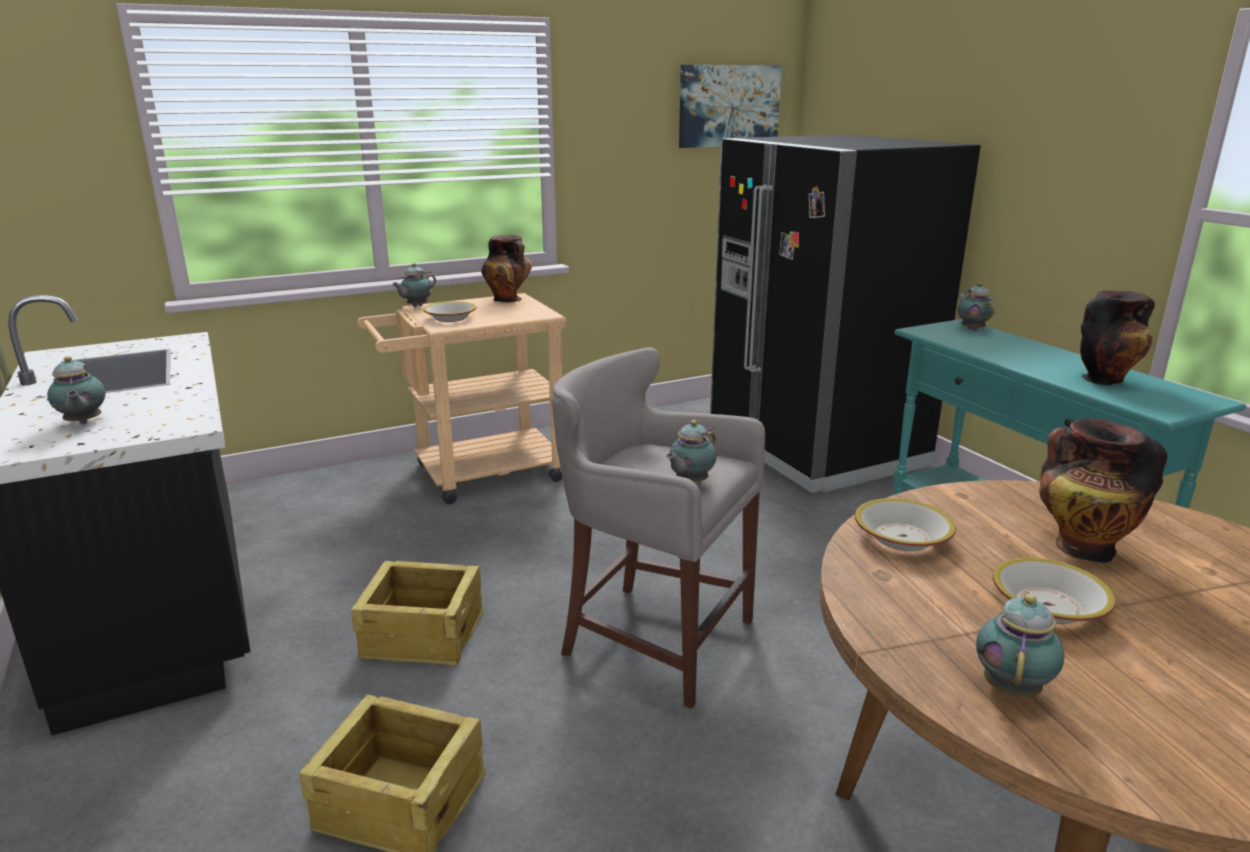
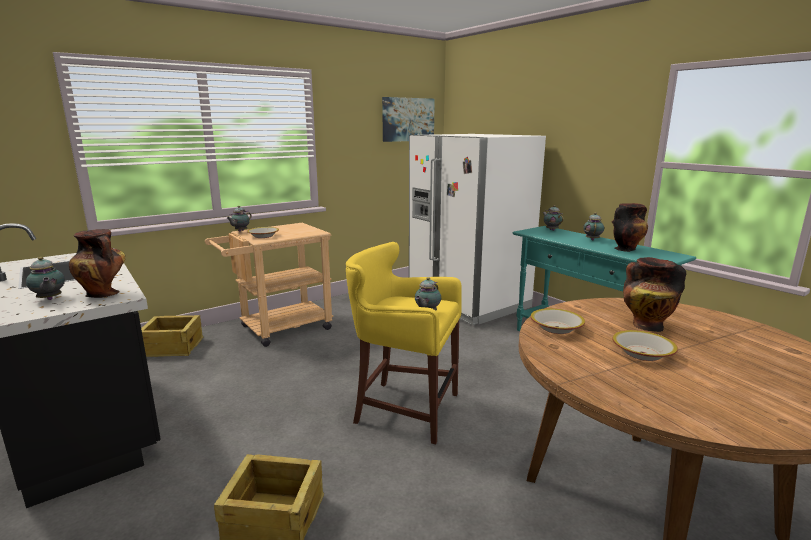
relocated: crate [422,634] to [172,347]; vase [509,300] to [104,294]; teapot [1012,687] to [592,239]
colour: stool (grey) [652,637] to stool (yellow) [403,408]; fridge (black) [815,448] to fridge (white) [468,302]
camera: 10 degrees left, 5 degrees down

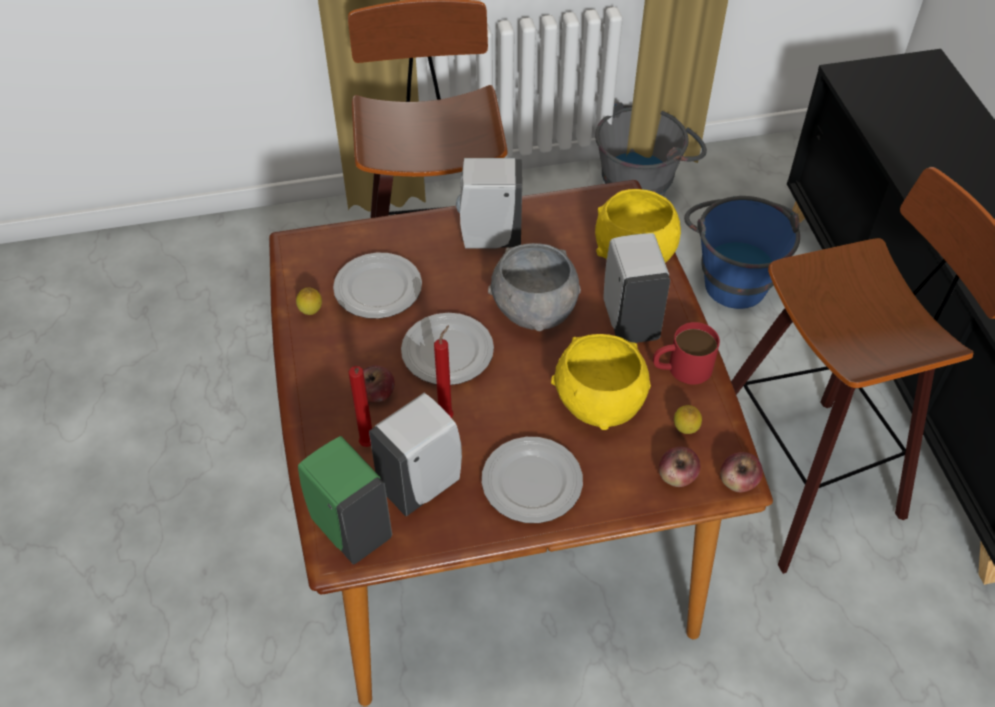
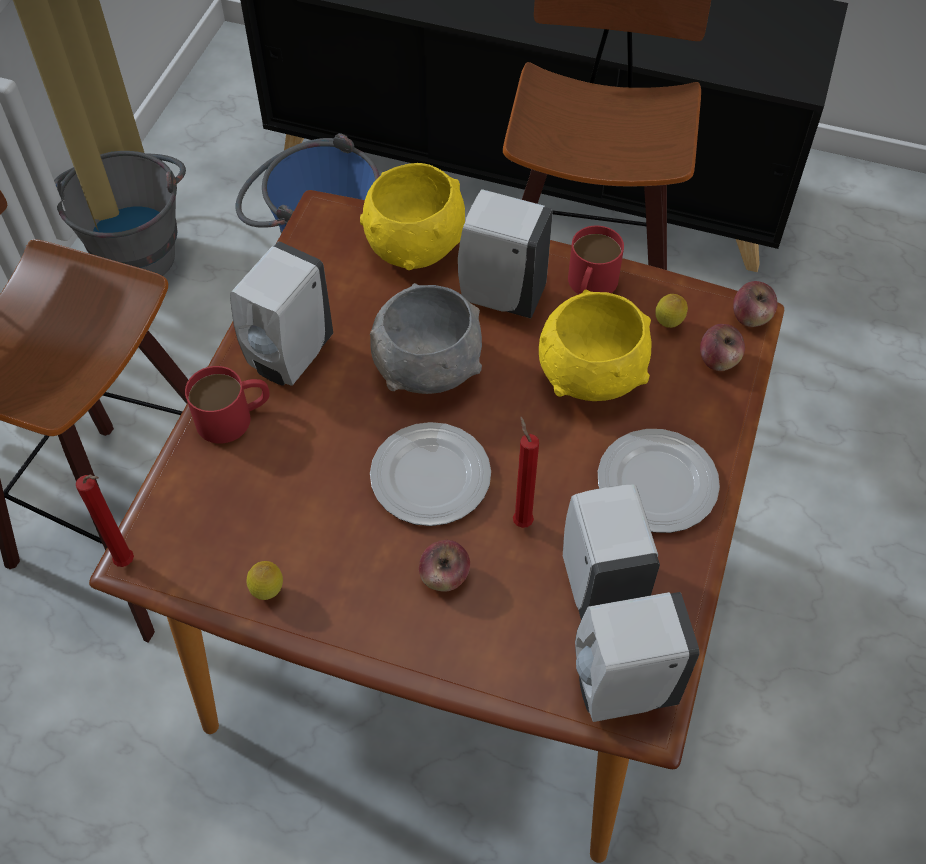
missing: plate [378,289]
appeared: mug (red) [234,417]
relocated: candle (red) [367,446] to [128,563]
colour: soap dispenser (green) [349,528] to soap dispenser (white) [619,688]
camera: 60 degrees left, 5 degrees up

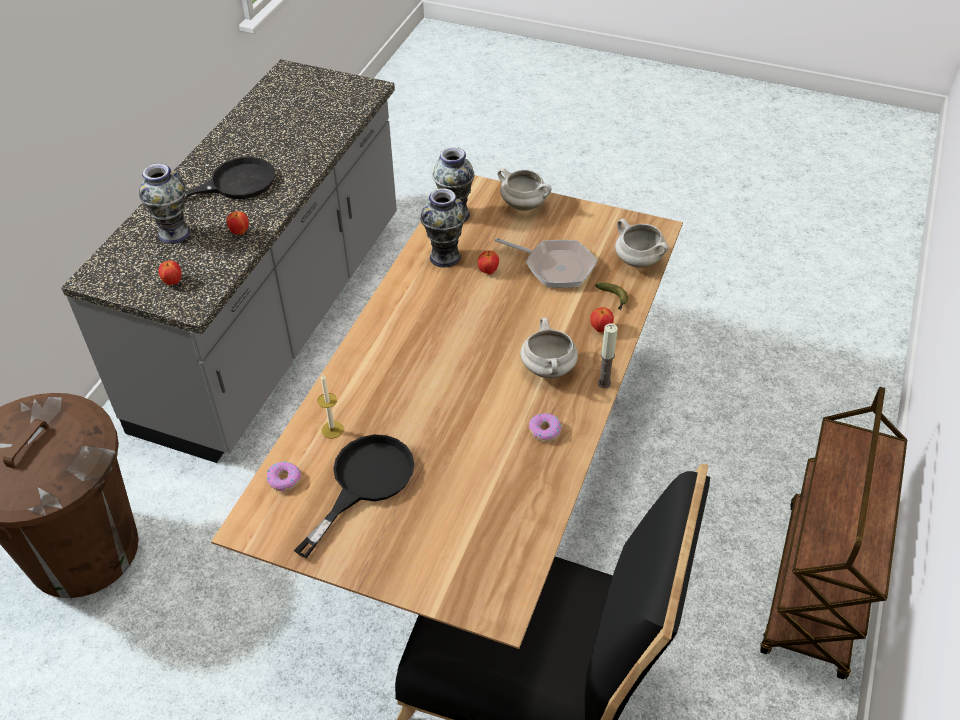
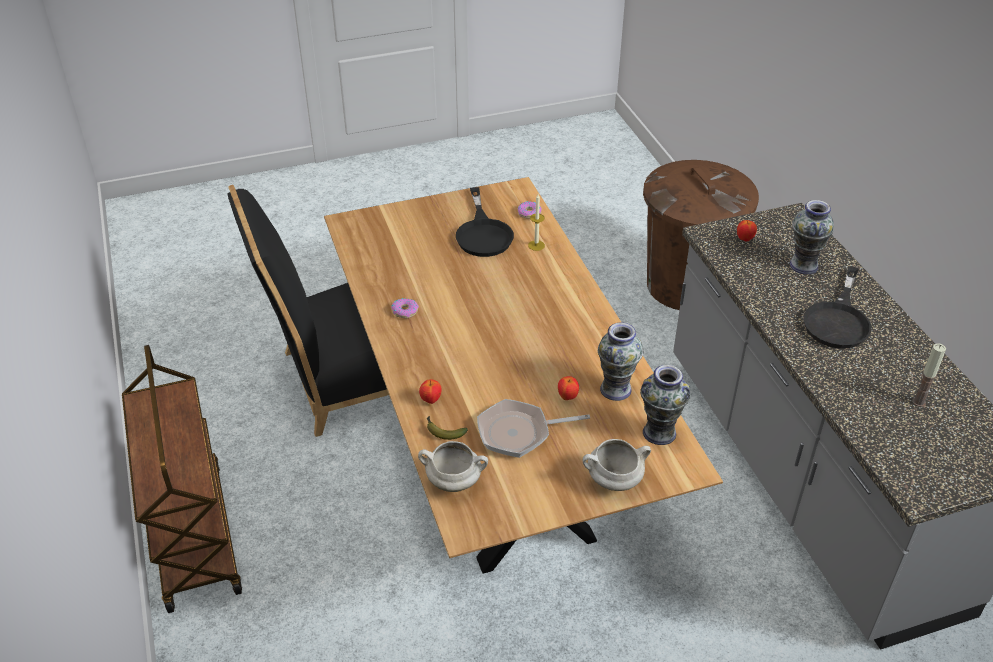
missing: apple [240,232]; cooking pot (white) [549,369]
relocated: candle [604,383] to [918,402]
camera: 140 degrees right, 5 degrees down

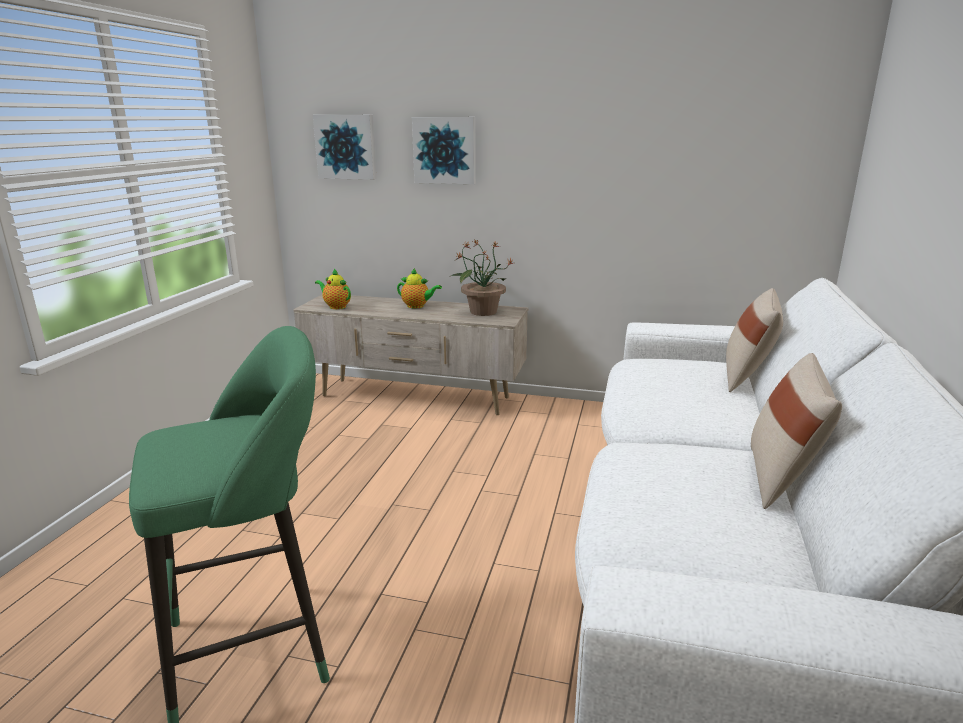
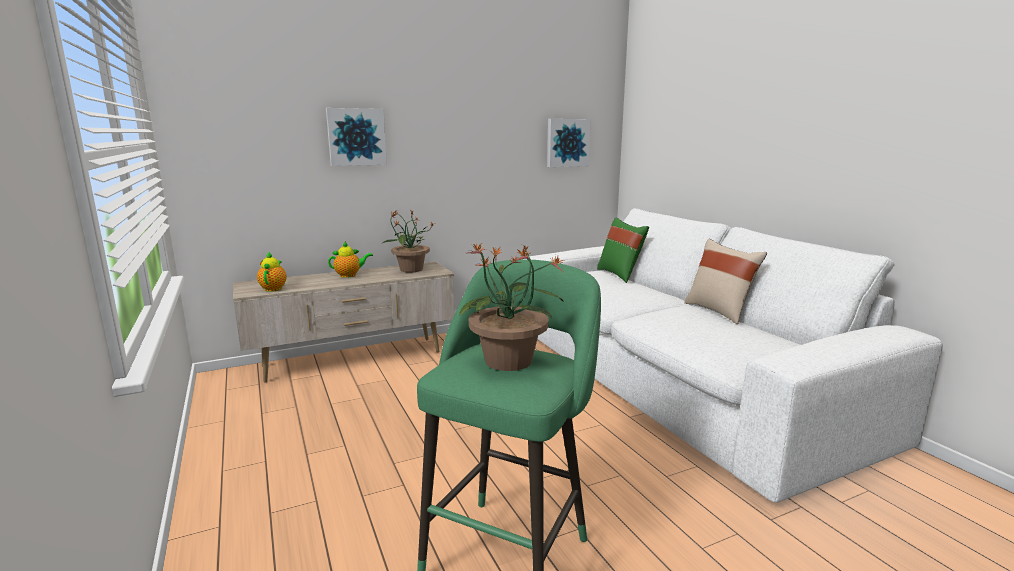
appeared: potted plant [509,362]
relocated: picture [346,147] to [567,143]
colour: pillow (beige) [747,378] to pillow (green) [620,275]
spun: teapot [336,306] = [274,288] 90 degrees clockwise
camera: 40 degrees left, 5 degrees down

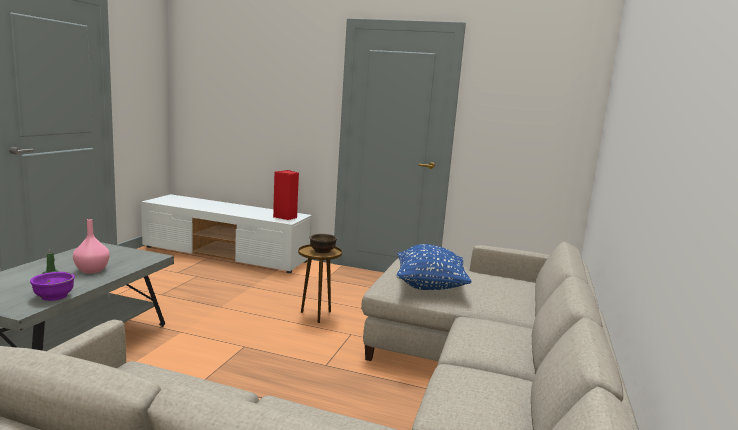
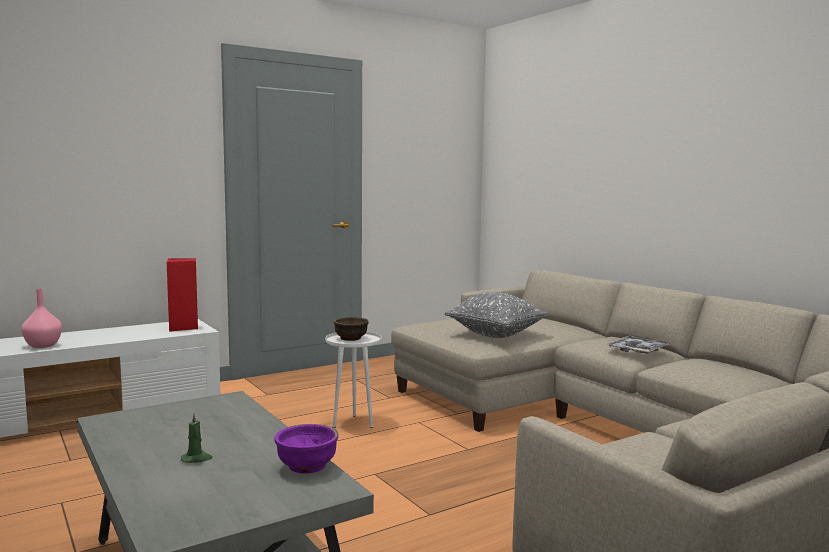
appeared: tray [638,351]
relocated: vase (pink) [91,270] to [43,346]
colour: side table (brown) [316,315] to side table (white) [353,423]; pillow (blue) [429,286] to pillow (grey) [496,334]
camera: 50 degrees left, 5 degrees down

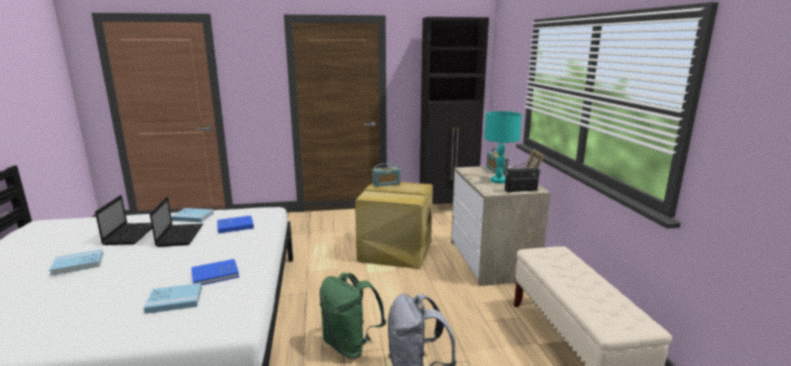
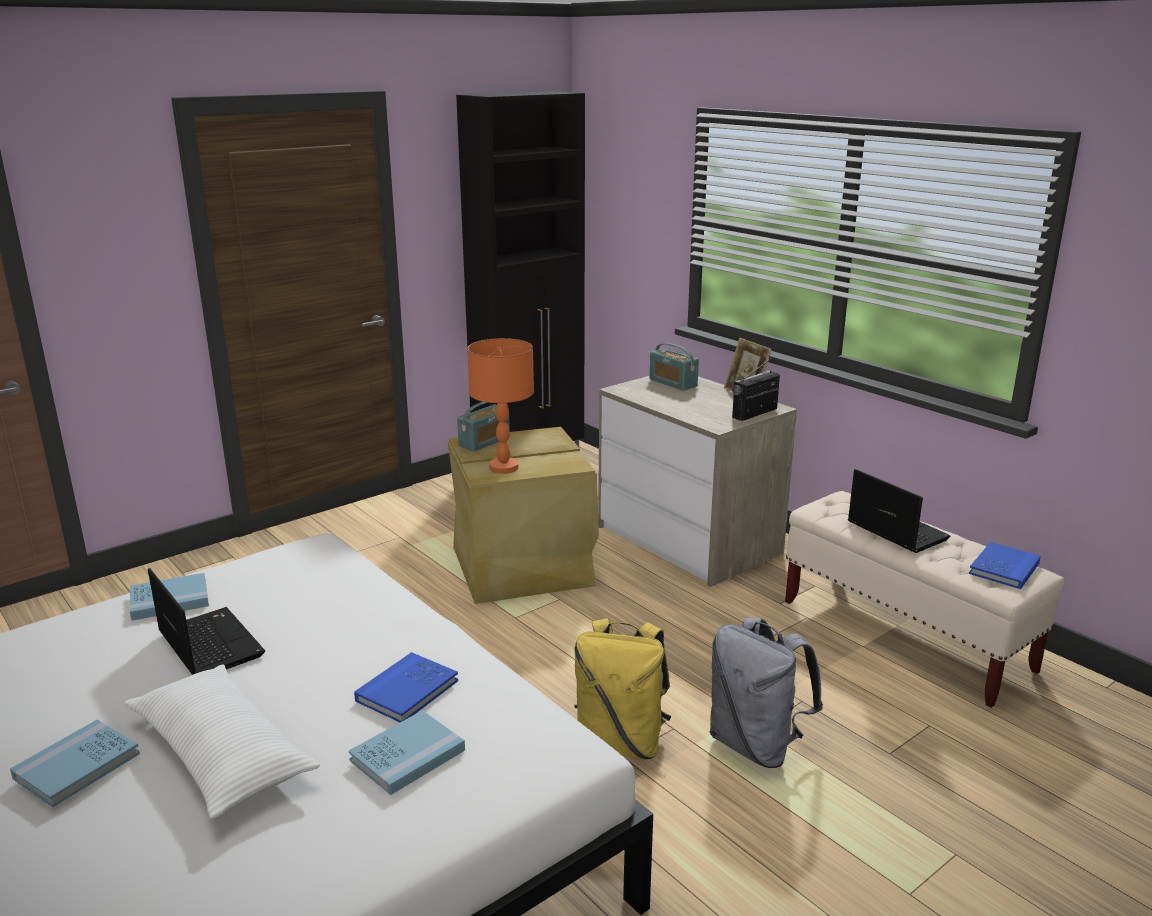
missing: table lamp (turquoise) [498,181]
appeared: pillow (white) [221,754]; table lamp (orange) [503,467]
relocated: laptop [131,234] to [895,530]; book (blue) [235,226] to [1004,568]
colour: backpack (green) [350,346] to backpack (yellow) [621,742]
camera: 30 degrees left, 5 degrees up

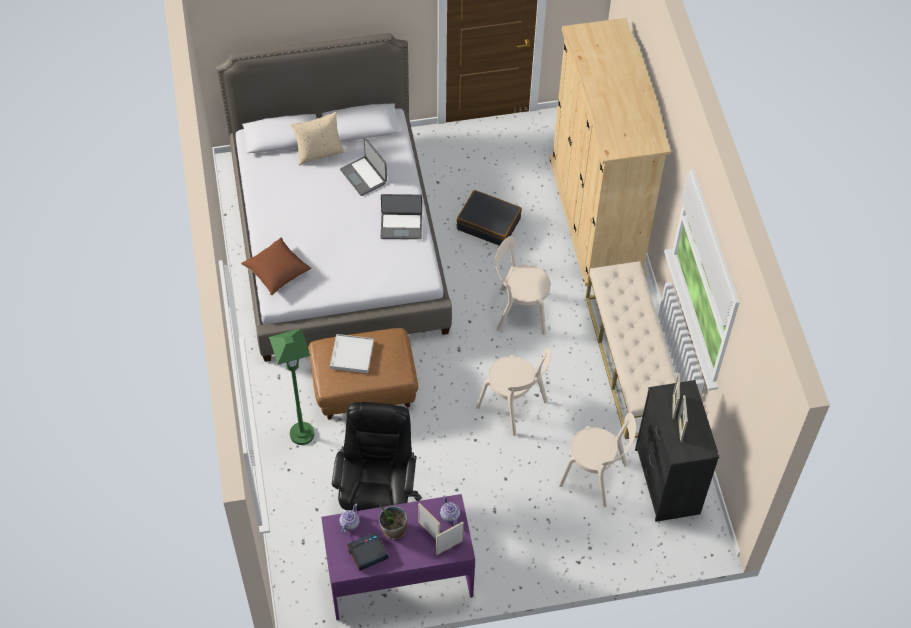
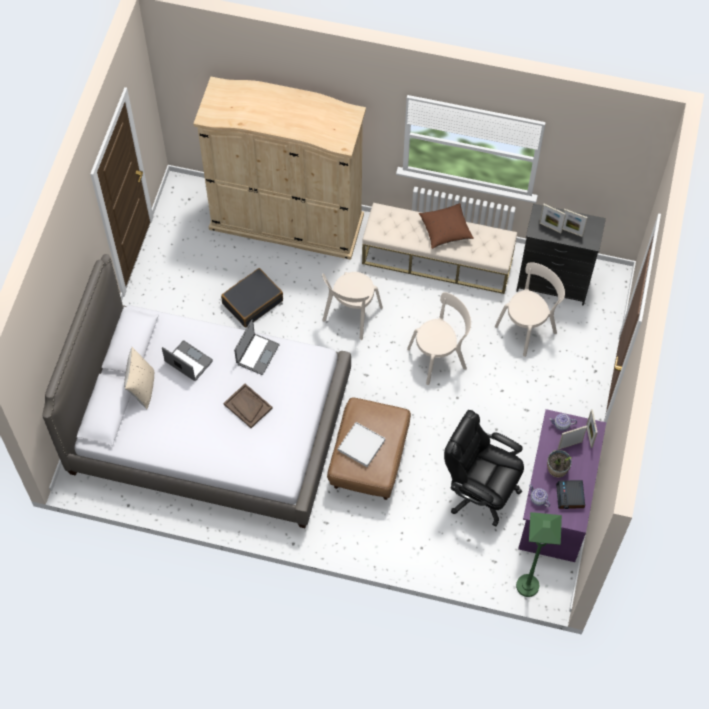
appeared: tray (brown) [247,406]
relocated: pillow (brown) [277,272] to [445,231]; floor lamp (green) [302,434] to [527,586]
spun: laptop [364,176] = [188,362] 135 degrees counterclockwise
camera: 65 degrees left, 5 degrees up

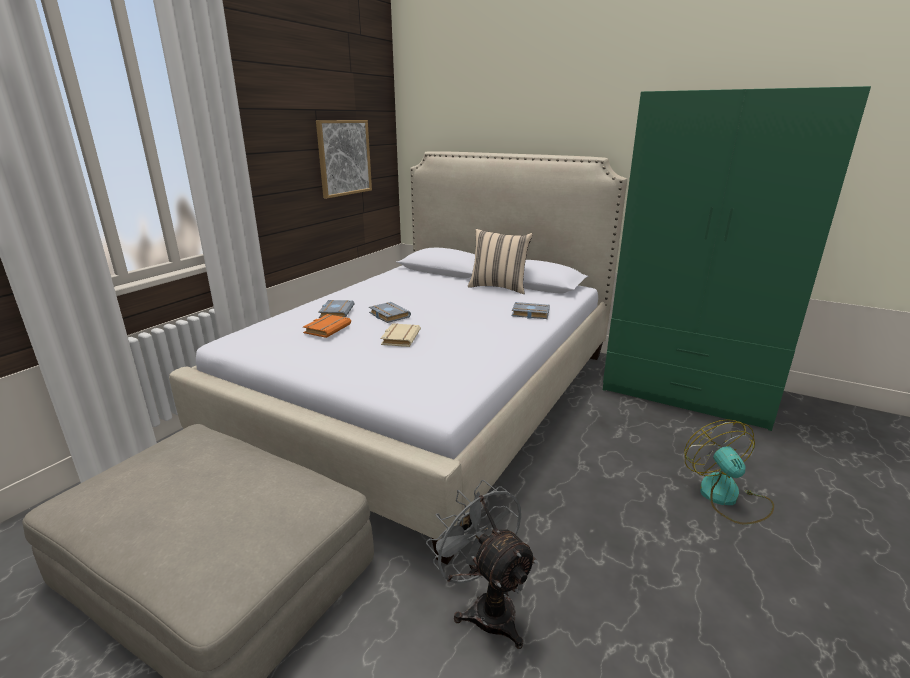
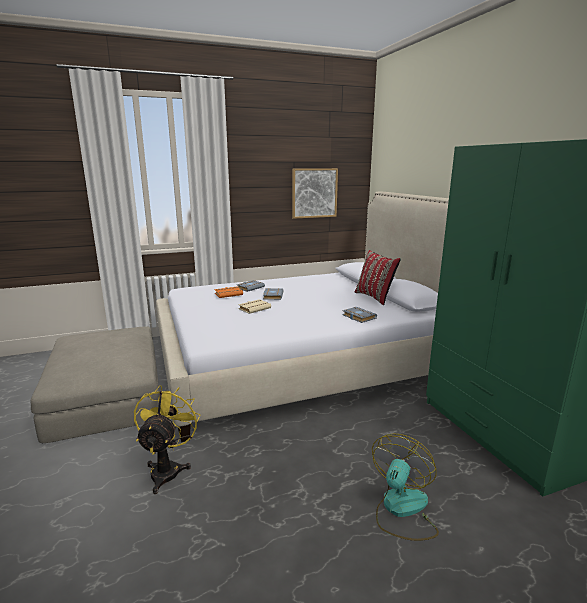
colour: fan (grey) [485,607] to fan (yellow) [168,469]; pillow (beige) [498,287] to pillow (red) [375,297]
camera: 40 degrees right, 5 degrees down

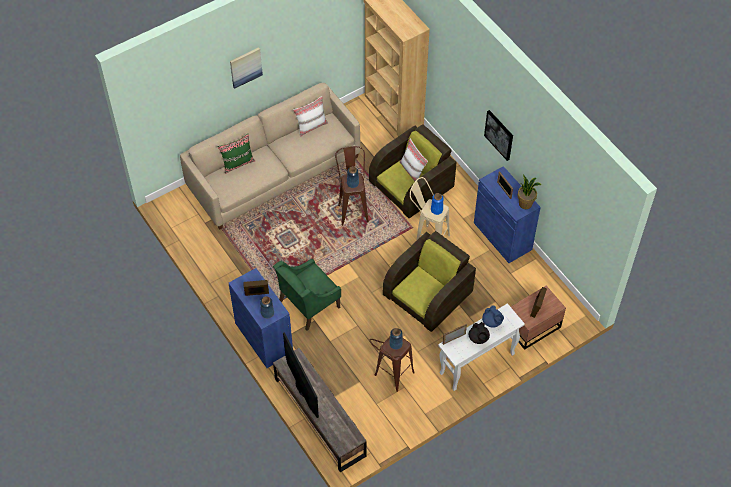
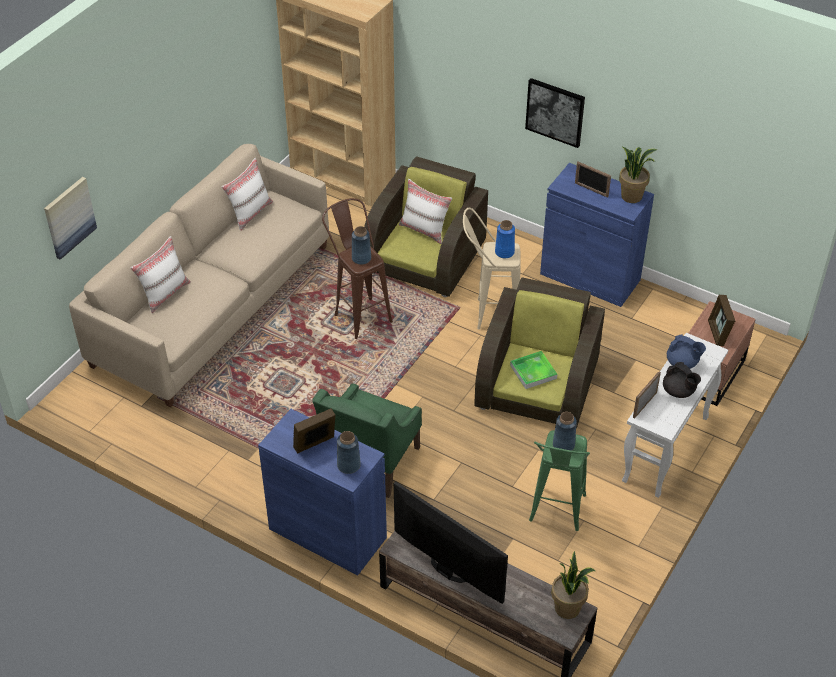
appeared: tray [533,372]; potted plant [568,608]
relocated: picture [245,67] to [69,217]
colour: pillow (green) [238,163] to pillow (white) [165,293]; stool (brown) [390,378] to stool (green) [555,516]
camera: 25 degrees left, 10 degrees down

